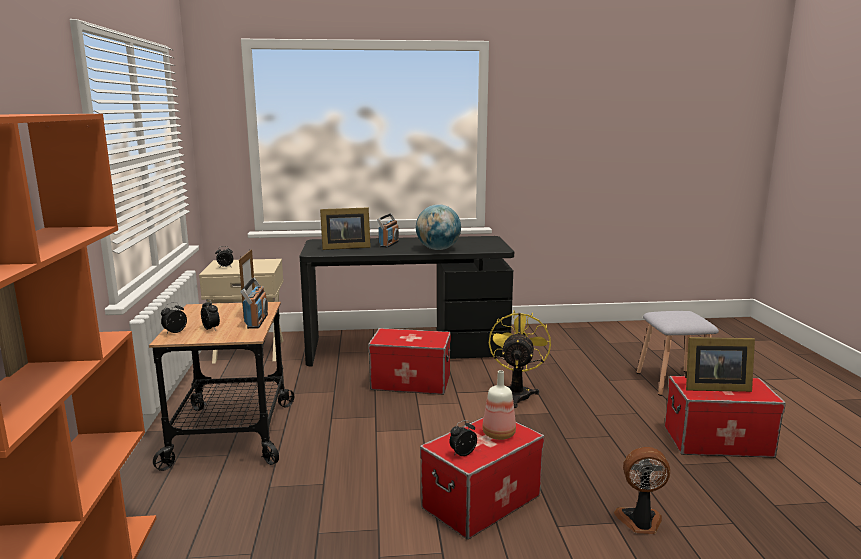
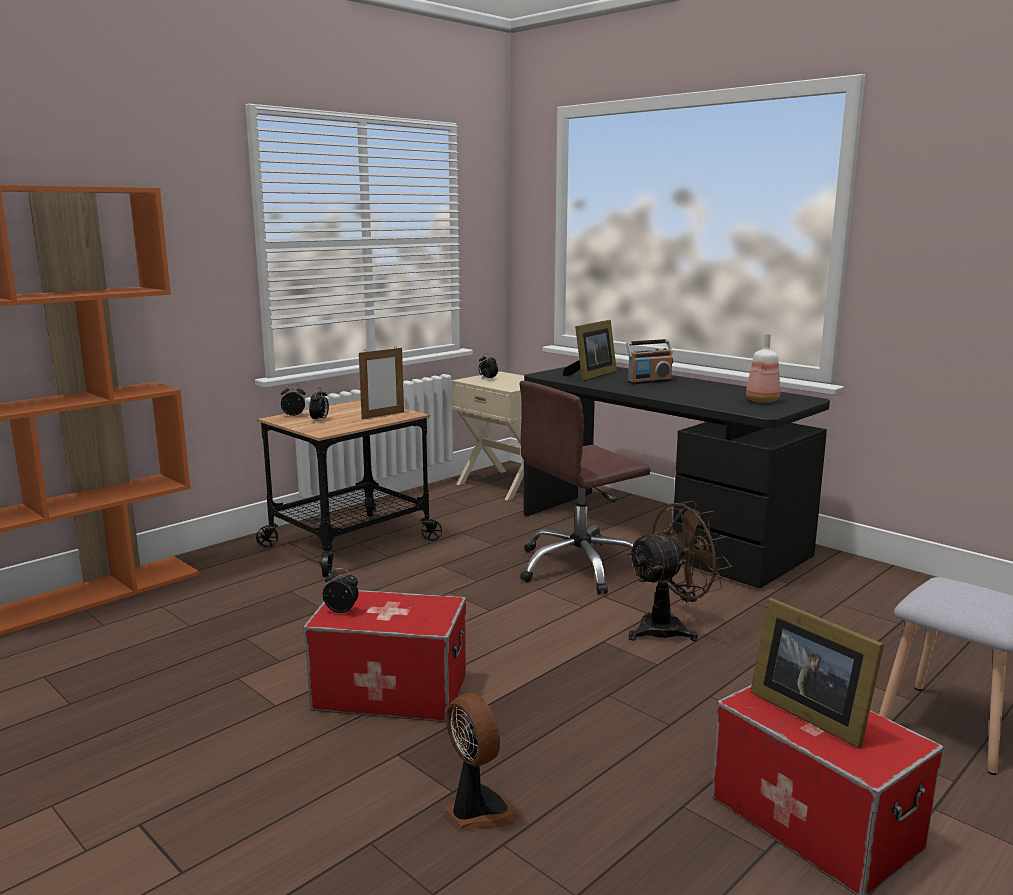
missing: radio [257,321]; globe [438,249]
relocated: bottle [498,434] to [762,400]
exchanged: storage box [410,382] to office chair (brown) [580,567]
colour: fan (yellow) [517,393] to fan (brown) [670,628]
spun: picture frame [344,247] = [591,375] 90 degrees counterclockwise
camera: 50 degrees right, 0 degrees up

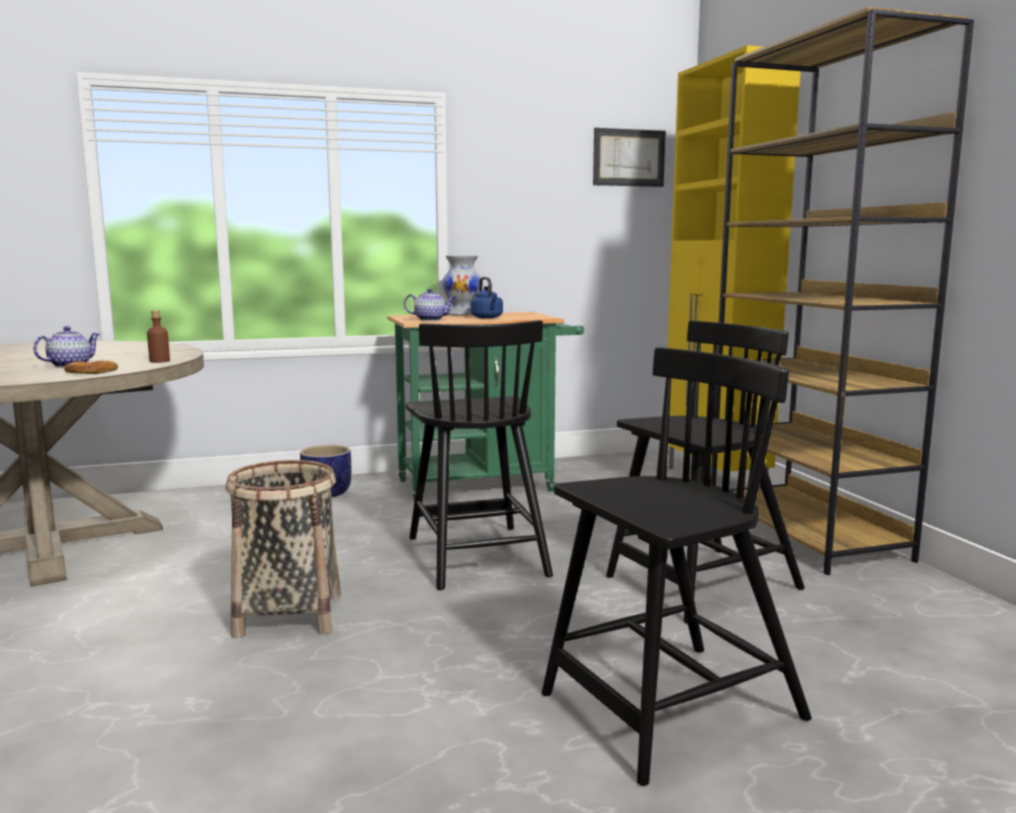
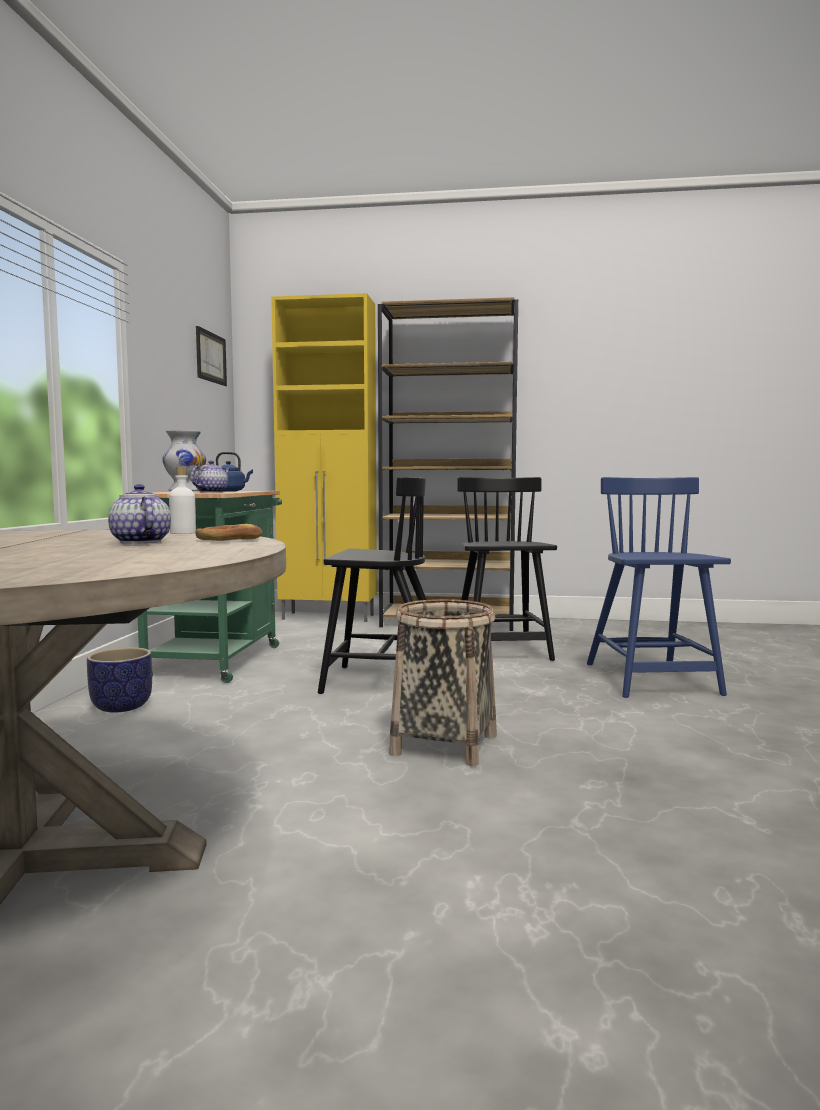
colour: bottle (brown) [159,361] to bottle (white) [183,533]; chair (black) [669,709] to chair (blue) [651,680]
camera: 65 degrees left, 5 degrees down

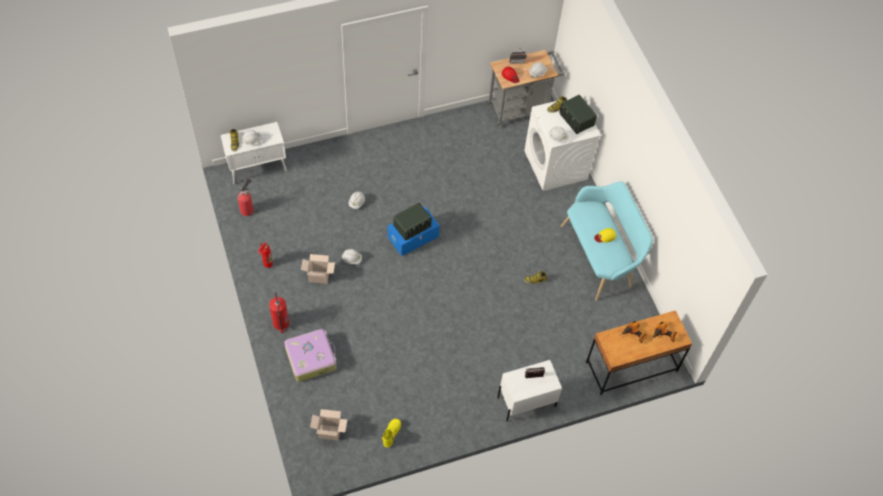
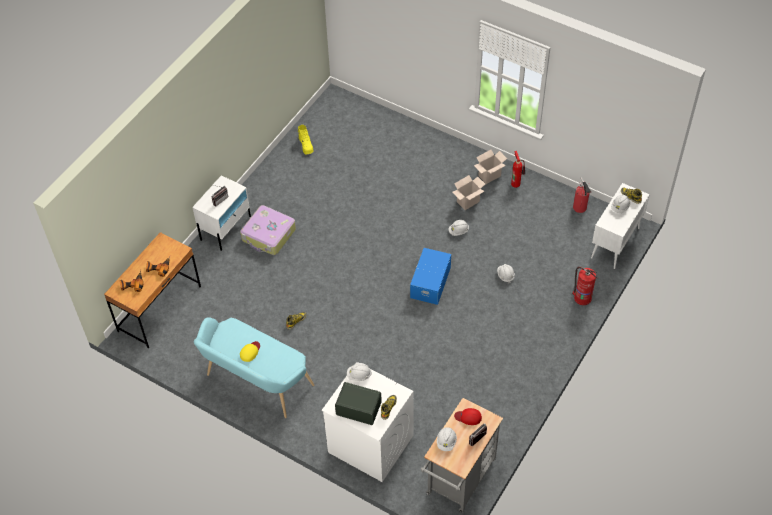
missing: radio [412,226]
relocated: fire extinguisher [281,323] to [582,297]; suitcase [311,358] to [269,235]; cardboard box [330,432] to [489,176]
camera: 145 degrees right, 5 degrees down

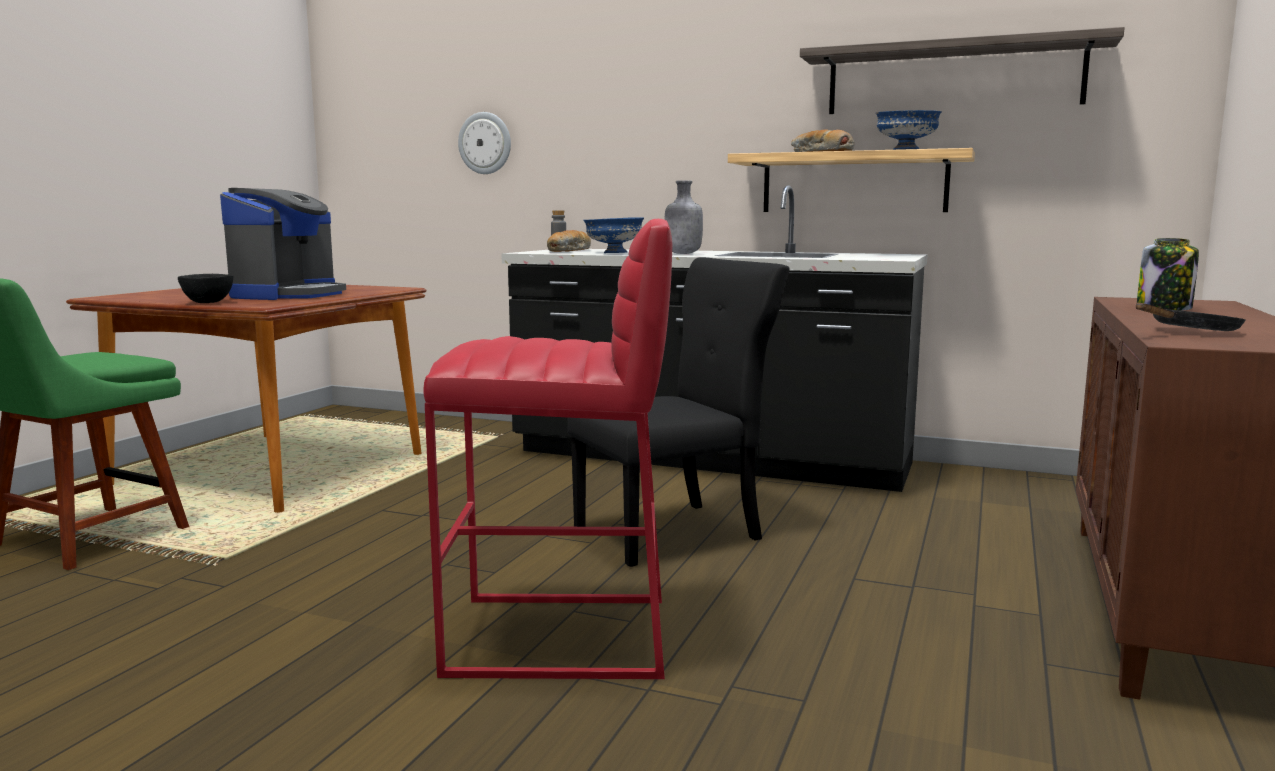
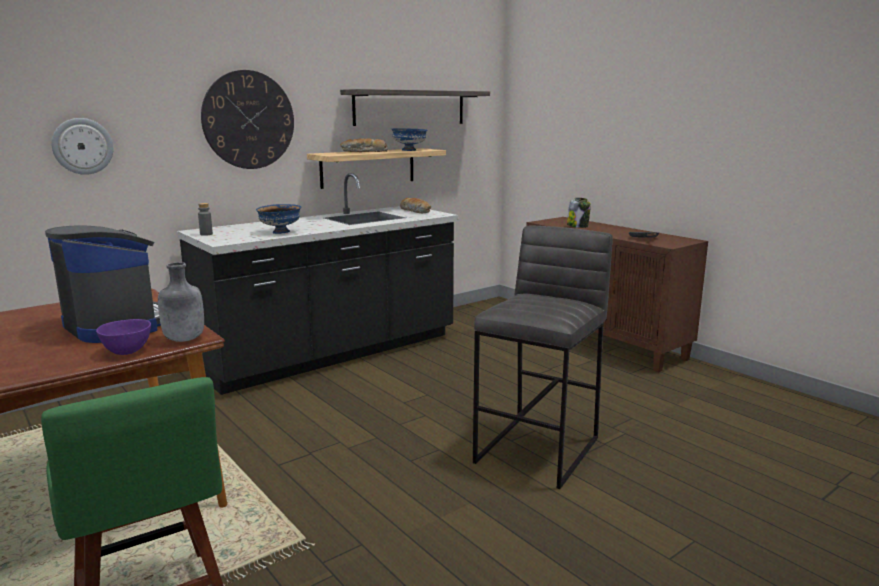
missing: chair (black) [674,532]
appeared: wall clock [248,120]
relocated: bread [570,251] to [416,211]; bottle (grey) [682,253] to [184,339]
colour: bowl (black) [209,302] to bowl (purple) [128,351]; stool (red) [561,637] to stool (grey) [539,450]
camera: 60 degrees left, 5 degrees up

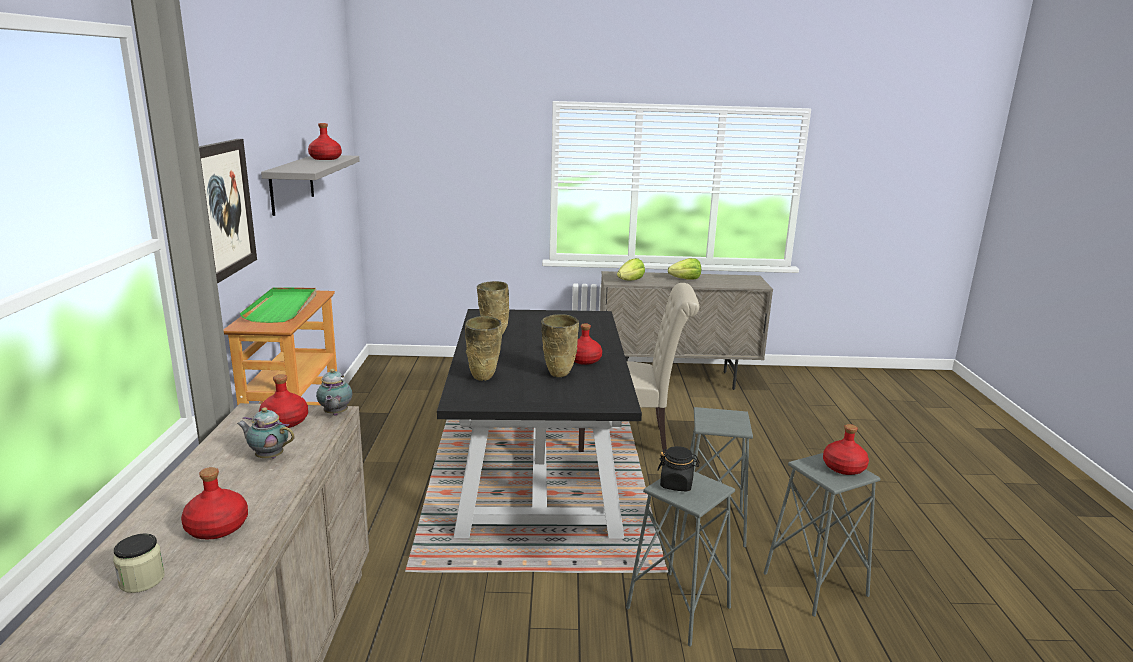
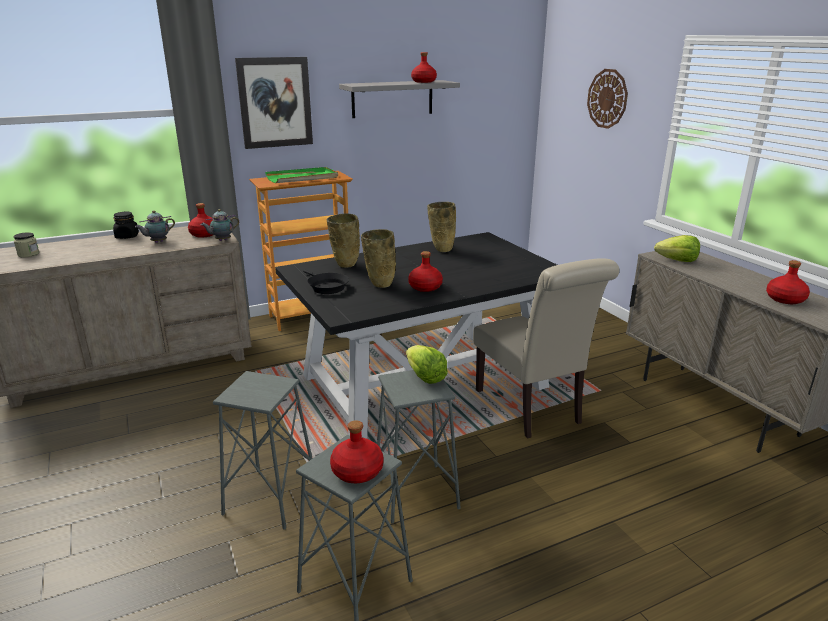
appeared: frying pan (black) [326,287]; wall clock [607,98]
relocated: bottle (red) [216,528] to [784,299]; jar (black) [676,484] to [127,236]; lettuce [685,279] to [425,377]
spun: teapot [268,456] = [157,242] 120 degrees counterclockwise
camera: 65 degrees right, 5 degrees up

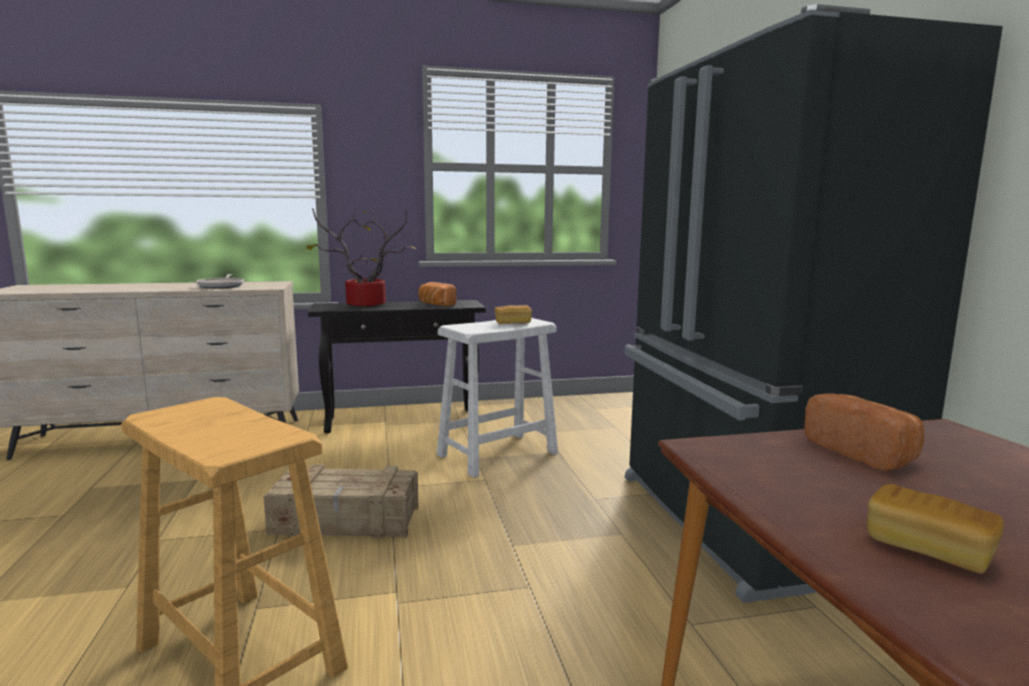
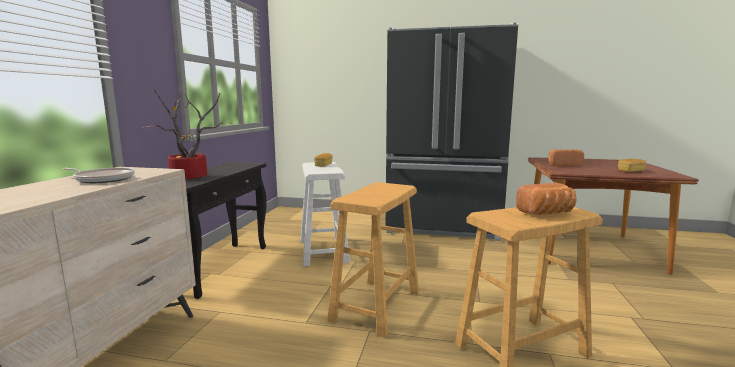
relocated: bread [435,305] to [547,213]
exchanged: crate [346,520] to stool (beige) [376,305]
camera: 65 degrees left, 0 degrees up

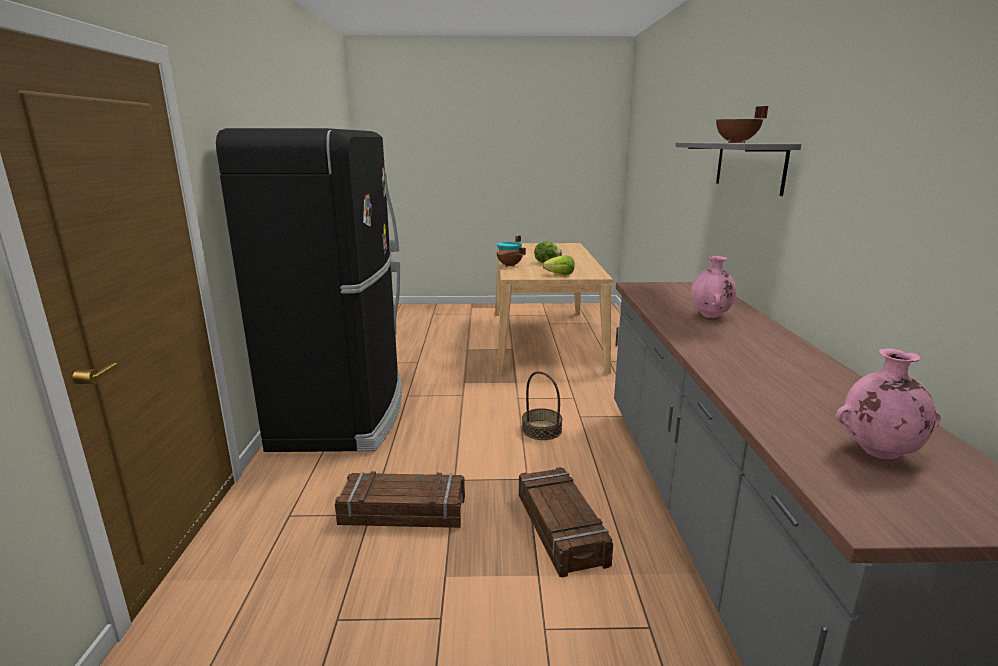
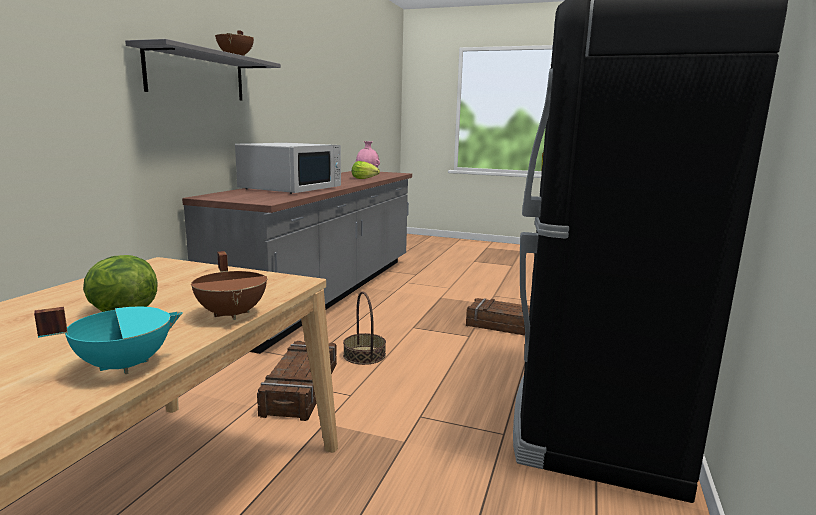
relocated: crate [559,528] to [302,388]; lettuce [560,274] to [364,179]
exchanged: vase (pink) [710,316] to microwave (white) [291,188]
camera: 160 degrees left, 5 degrees down

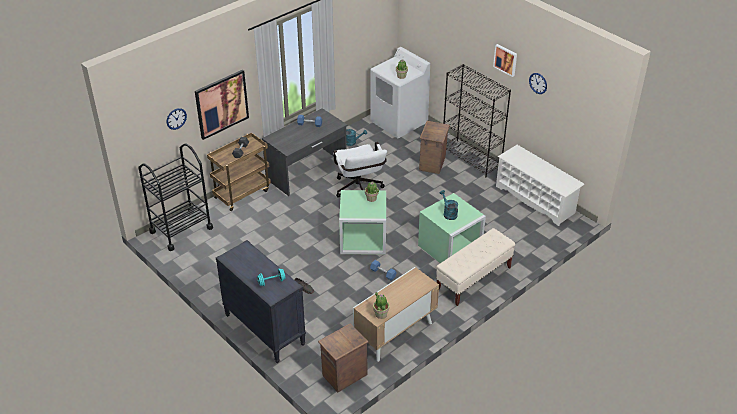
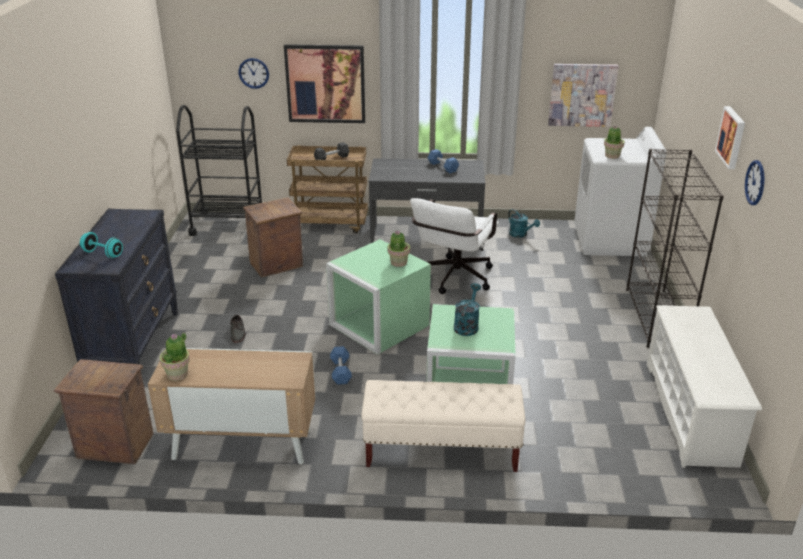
appeared: picture [582,95]
relocated: crate [432,163] to [277,265]
camera: 45 degrees right, 10 degrees down

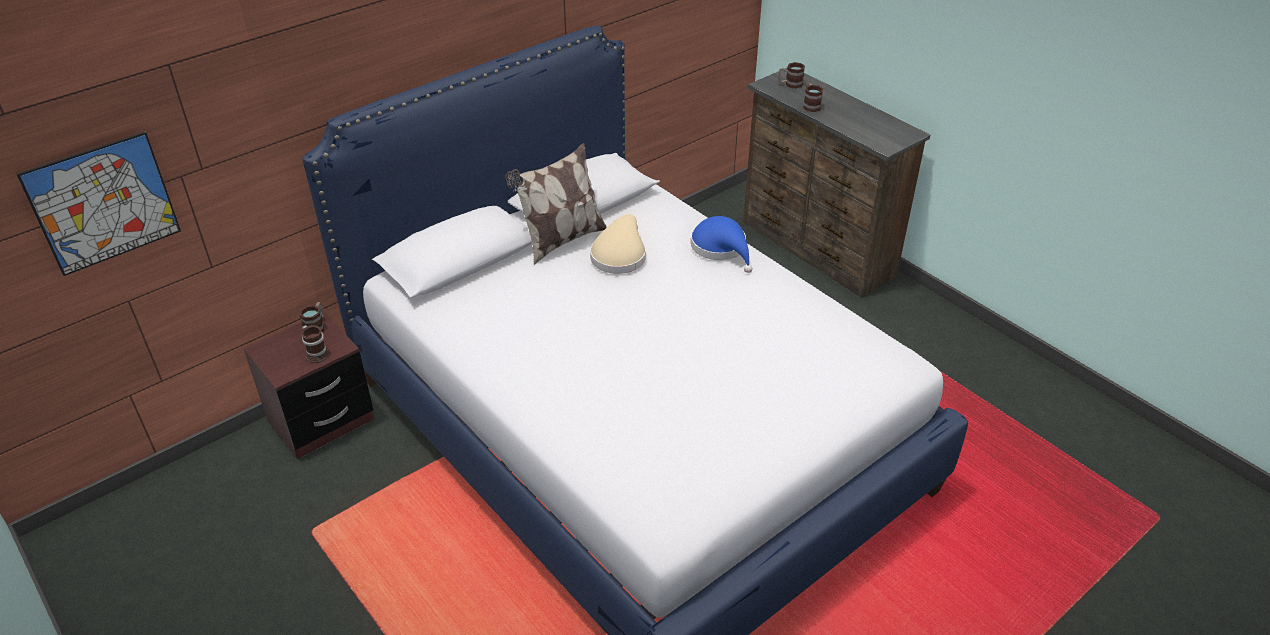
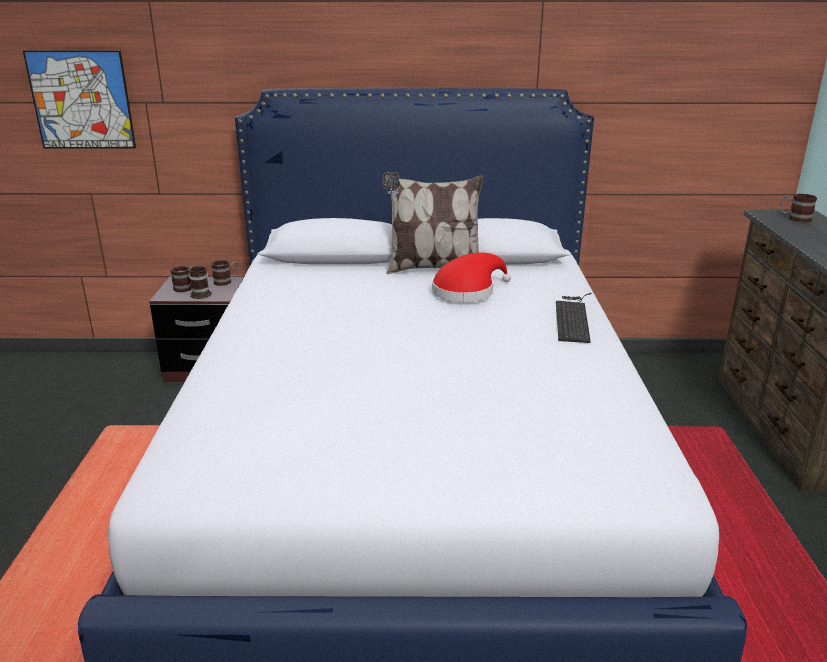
relocated: mug [810,105] to [186,287]
exchanged: hat (blue) [721,248] to keyboard [573,317]
colour: hat (beige) [619,255] to hat (red) [467,291]
camera: 40 degrees right, 15 degrees down

